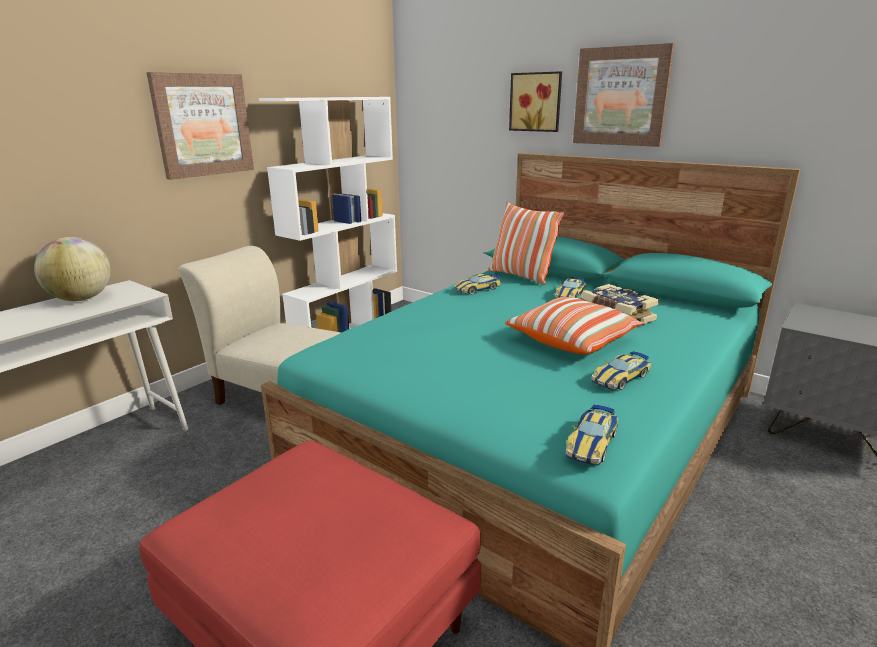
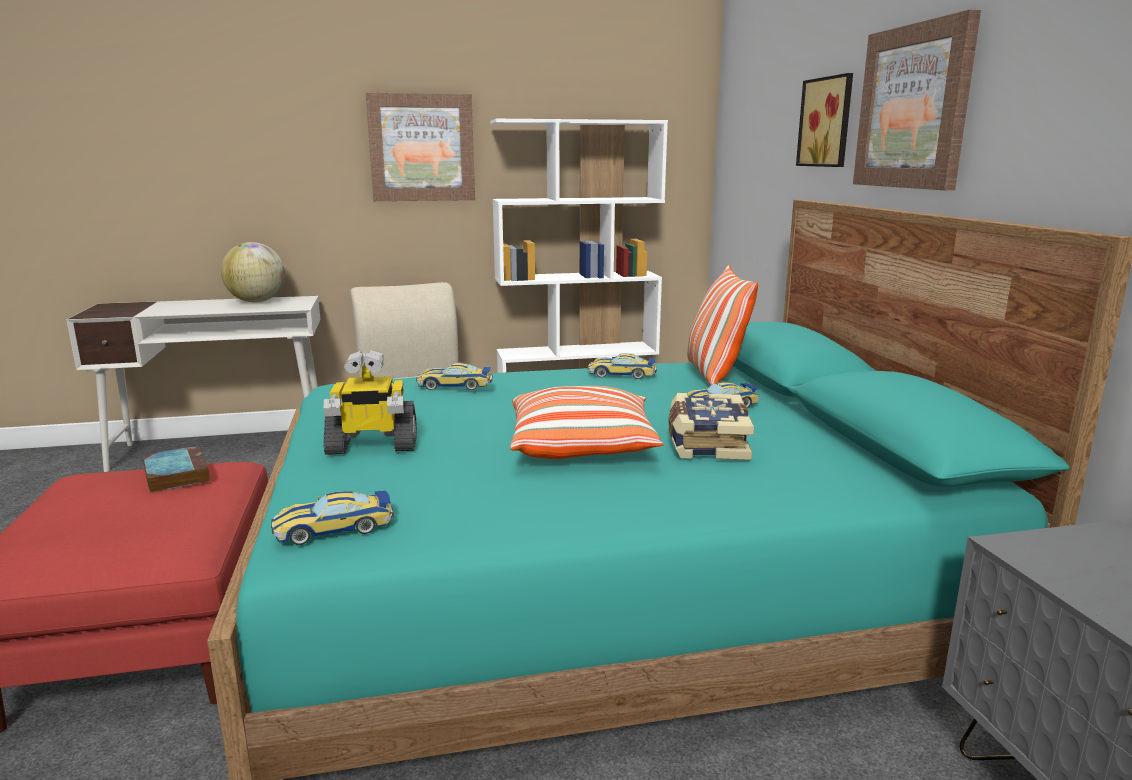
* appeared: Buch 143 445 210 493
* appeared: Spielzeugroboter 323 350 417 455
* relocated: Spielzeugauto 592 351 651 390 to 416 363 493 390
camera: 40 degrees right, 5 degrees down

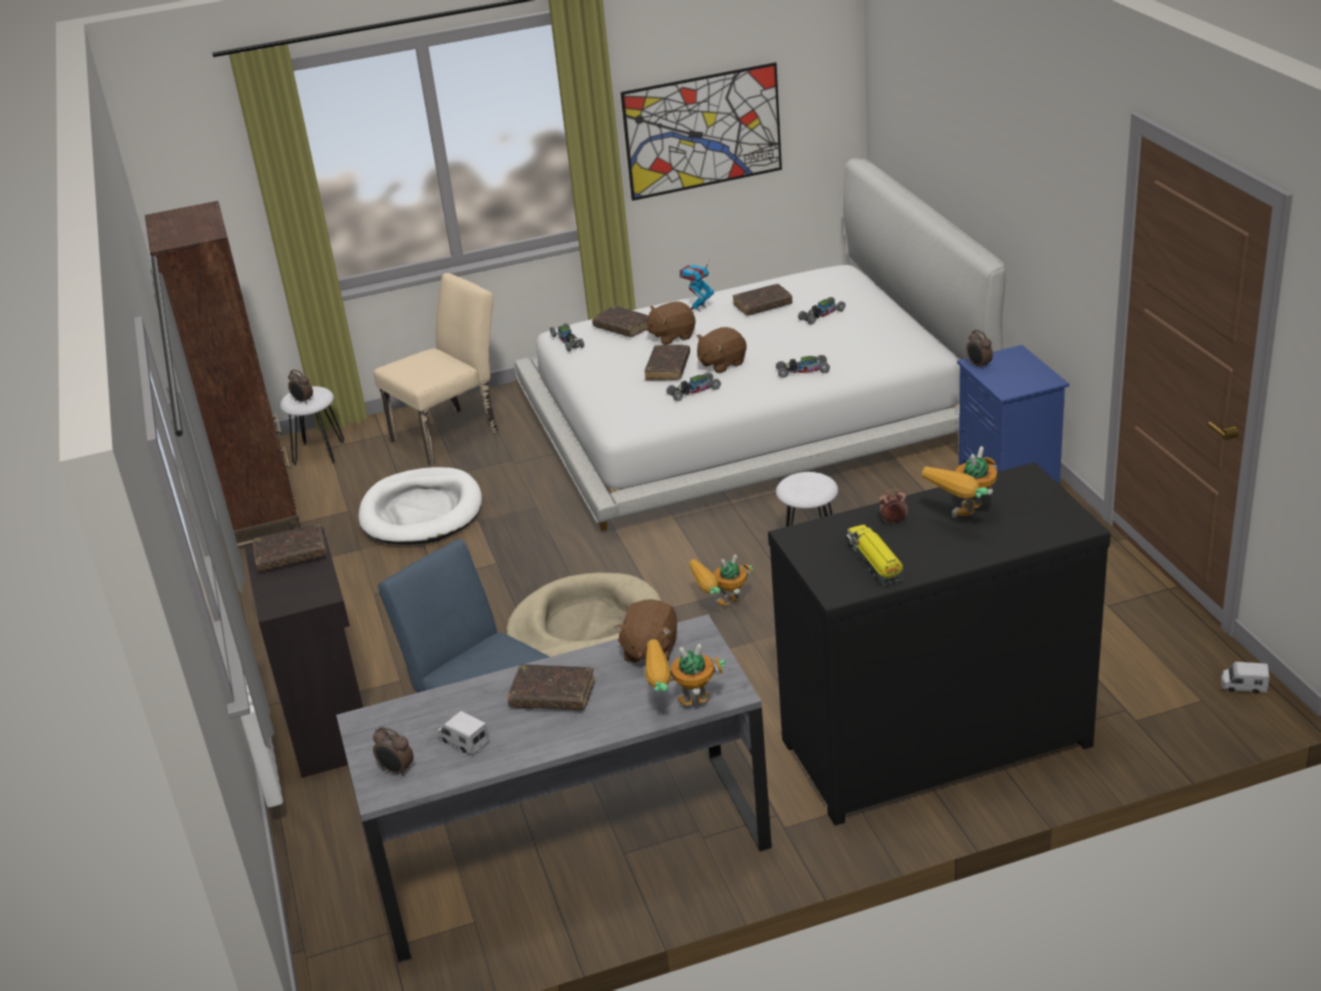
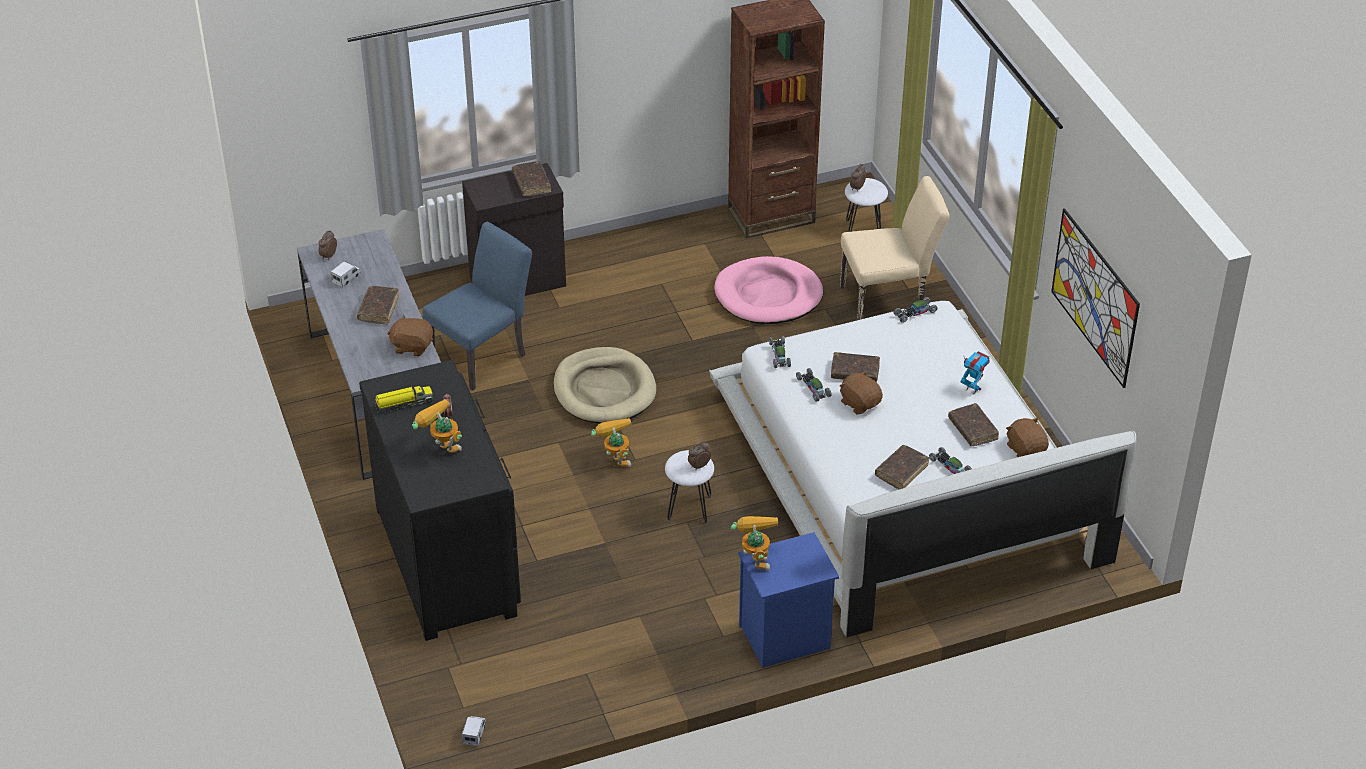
* relocated: Wecker 966 330 993 370 to 688 441 711 470
* colour: Hundebett/weiß 358 467 482 544 to Hundebett/rosa 714 256 823 324
* relocated: Spielzeugroboter 645 639 725 706 to 731 516 778 571
* relocated: Spielzeugauto 776 355 830 378 to 769 336 791 368
* spun: Stuhl/beige 373 273 499 466 = 840 176 950 321 60 degrees counterclockwise
* relocated: Buch/braun 592 305 649 337 to 875 445 929 489
* relocated: Plüschtier/braun 646 301 696 345 to 1006 417 1049 457
camera: 85 degrees right, 10 degrees up

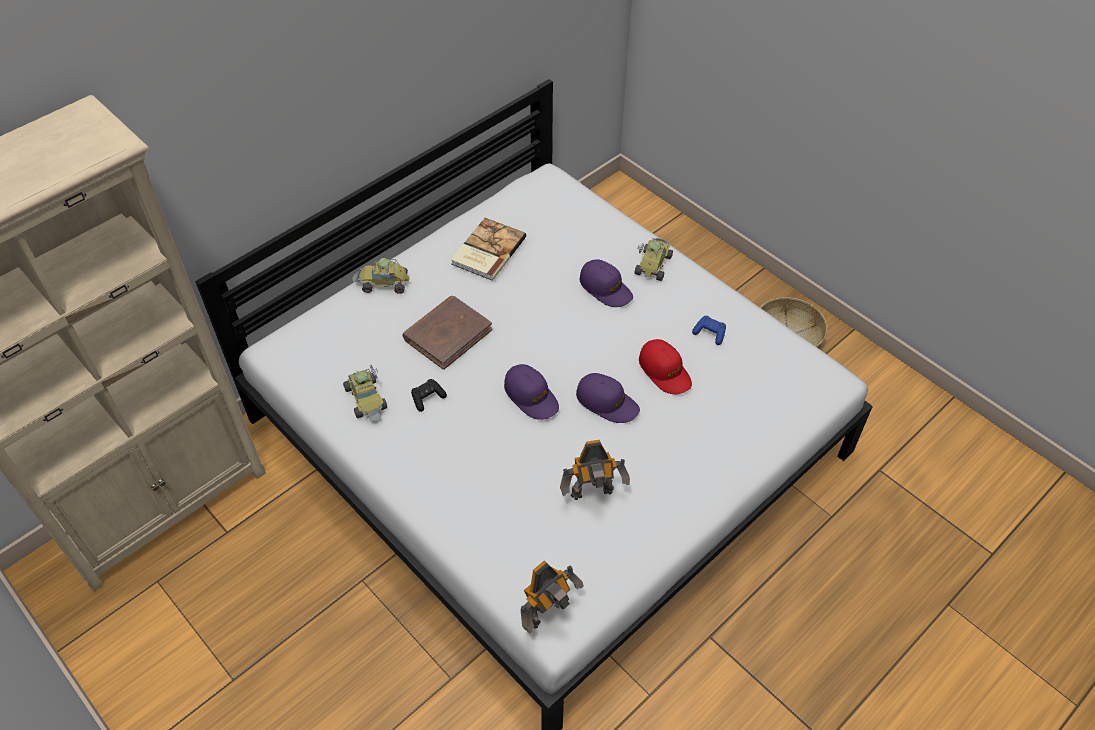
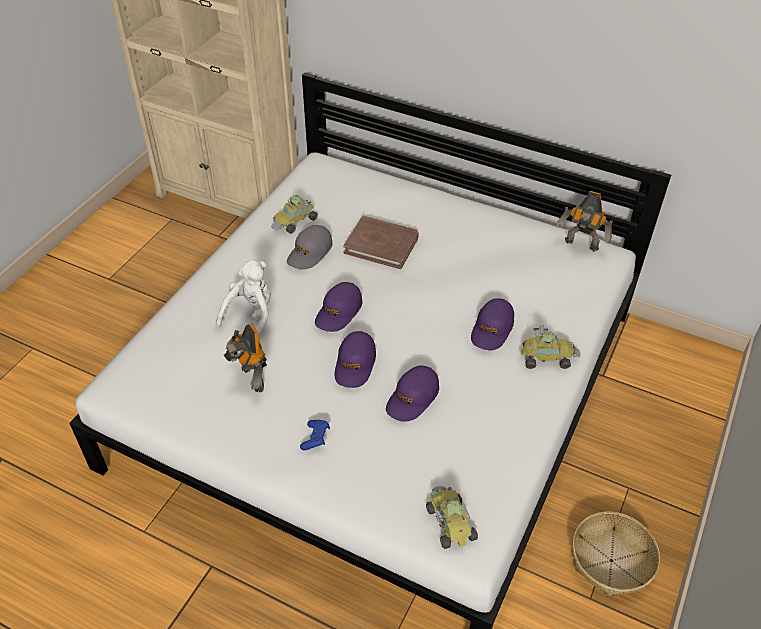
* appeared: Plüschtier/weiß 216 260 271 335
* exchanged: Gamepad/schwarz 411 379 447 412 to Kappe/grau 287 225 333 269
* relocated: Gamepad/blau 692 316 726 345 to 300 420 330 451
* colour: Kappe/rot 639 339 692 394 to Kappe/lila 386 365 439 422
* relocated: Spielzeugauto 352 258 409 294 to 426 486 478 549
* relocated: Spielzeugroboter 520 561 584 634 to 556 191 613 251
* missing: Buch 451 218 526 281
camera: 70 degrees right, 5 degrees down

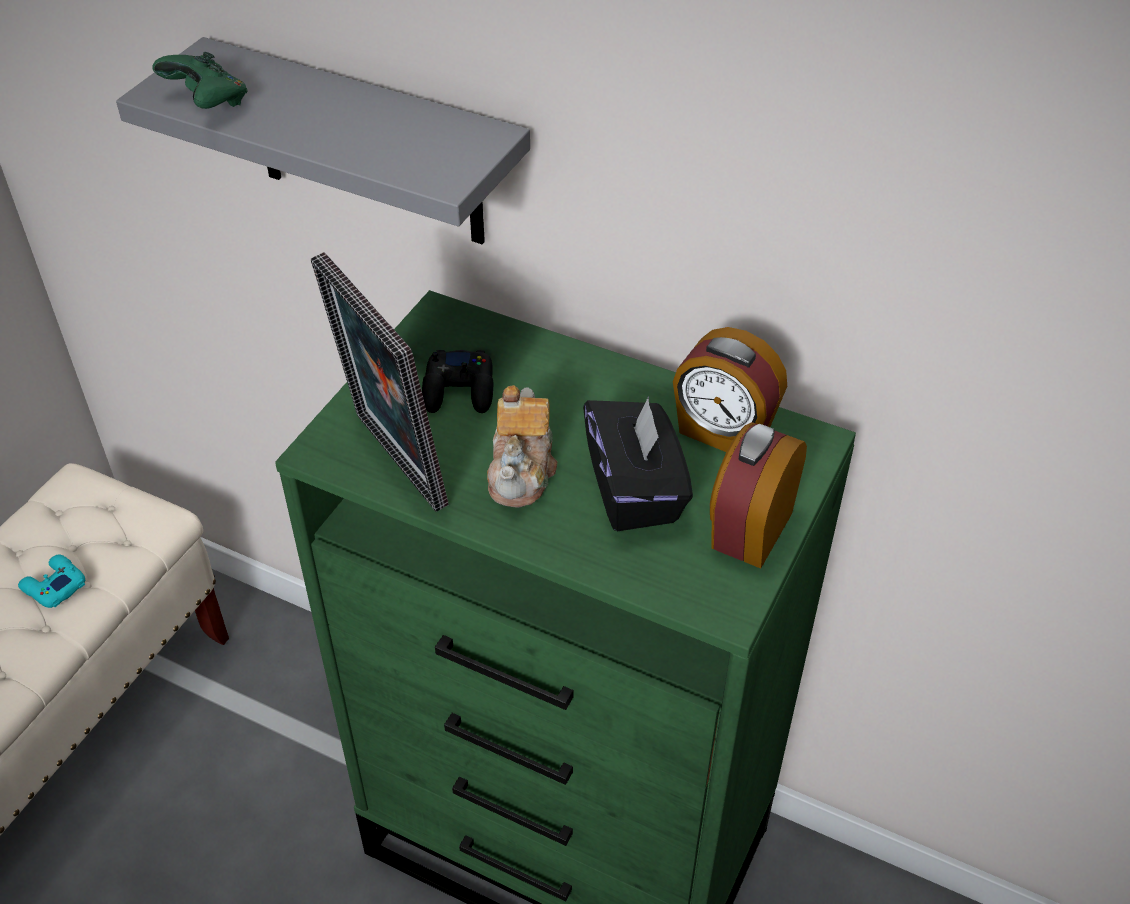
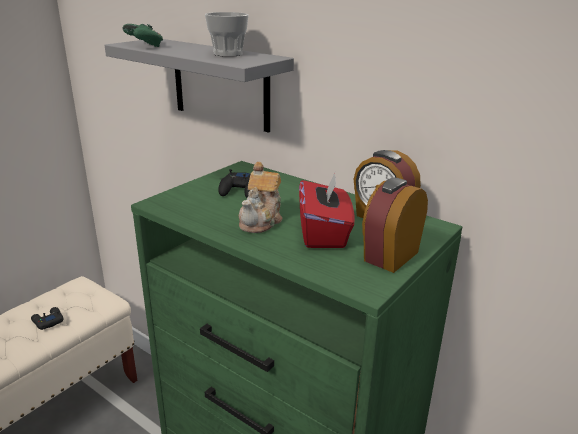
* colour: Gamepad/türkis 18 555 85 608 to Gamepad/schwarz 31 307 63 330
* appeared: Tasse 205 12 248 57
* colour: Taschentuchbox/schwarz 583 396 693 531 to Taschentuchbox/rot 299 173 355 248
* missing: Bilderrahmen 311 252 448 512
camera: 10 degrees right, 20 degrees down

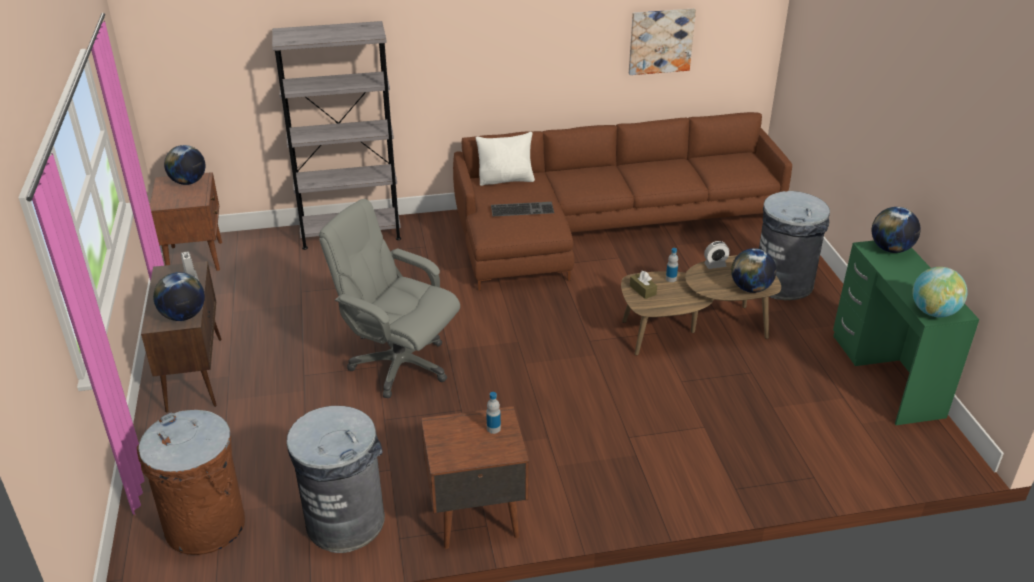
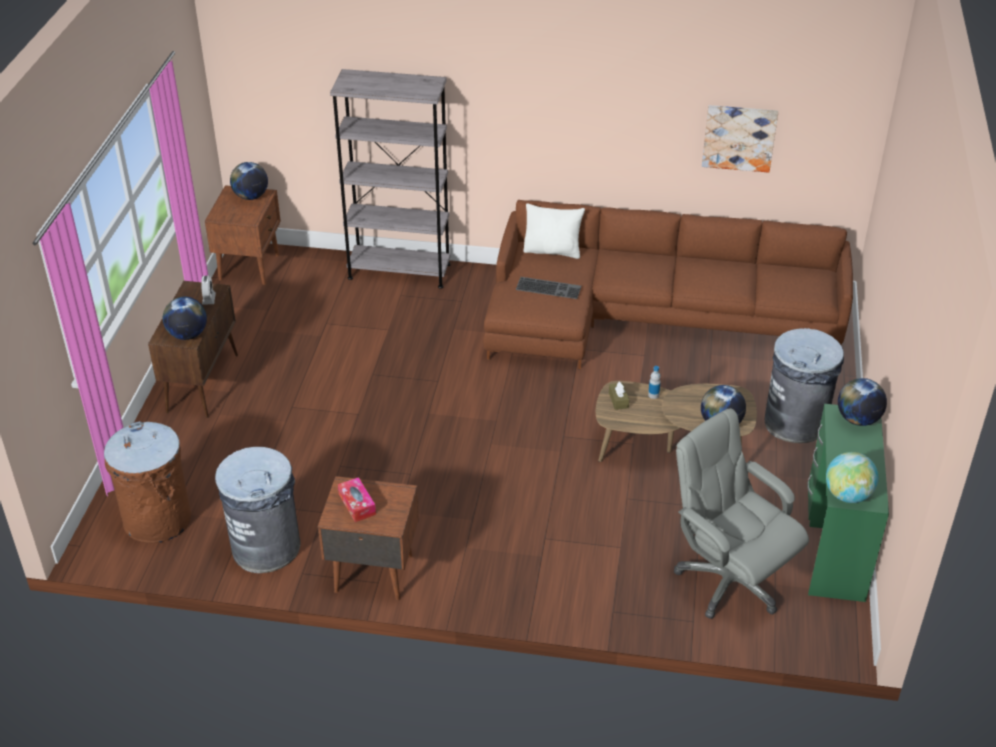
* appeared: Taschentuchbox 338 477 376 522
* relocated: Bürostuhl/grau 319 199 460 398 to 674 408 809 619
* missing: Flasche 486 392 501 434
* missing: Wecker 704 241 730 269
camera: 20 degrees right, 5 degrees up

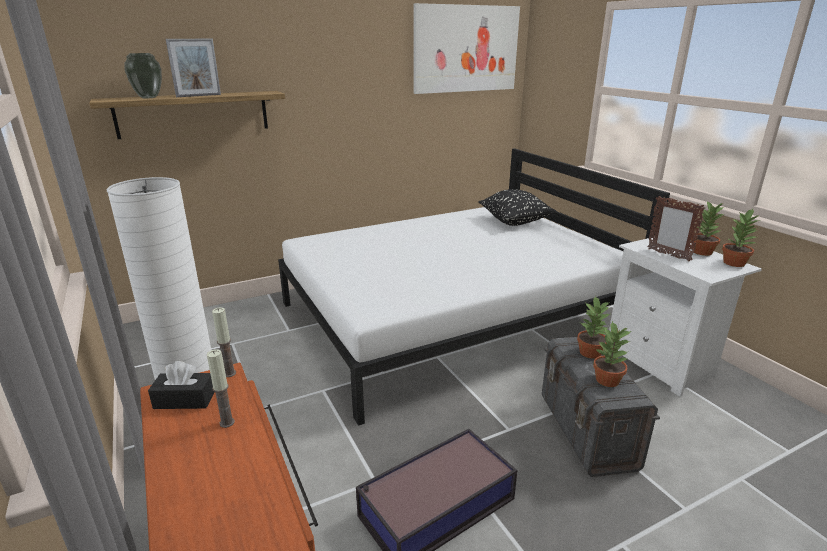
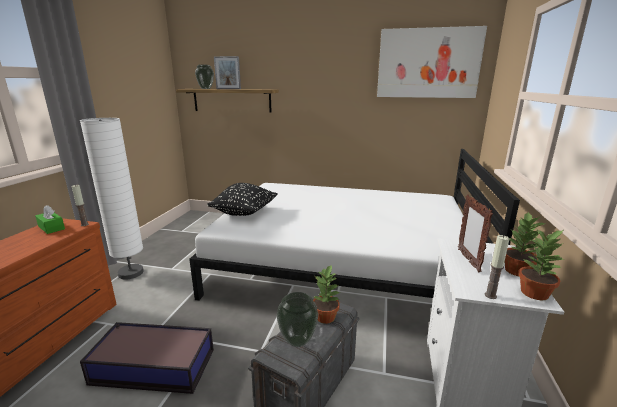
* colour: Taschentuchbox/schwarz 148 361 215 409 to Taschentuchbox/grün 35 205 65 234
* relocated: Kissen/schwarz 478 189 556 226 to 207 183 278 216
* exchanged: Topfpflanze 593 321 631 387 to Vase 277 292 318 347
* relocated: Kerze 207 349 235 428 to 485 235 510 299
camera: 40 degrees right, 5 degrees down

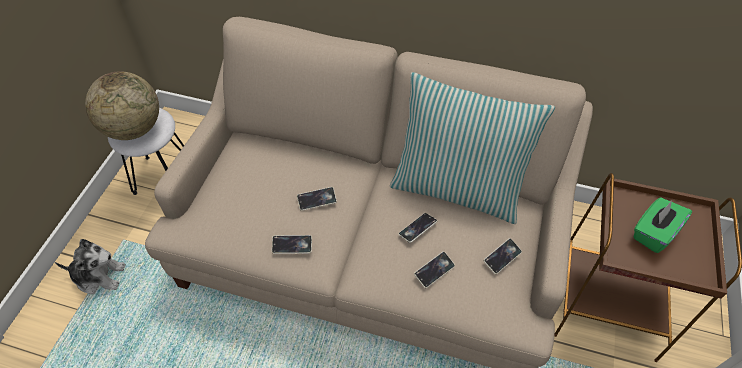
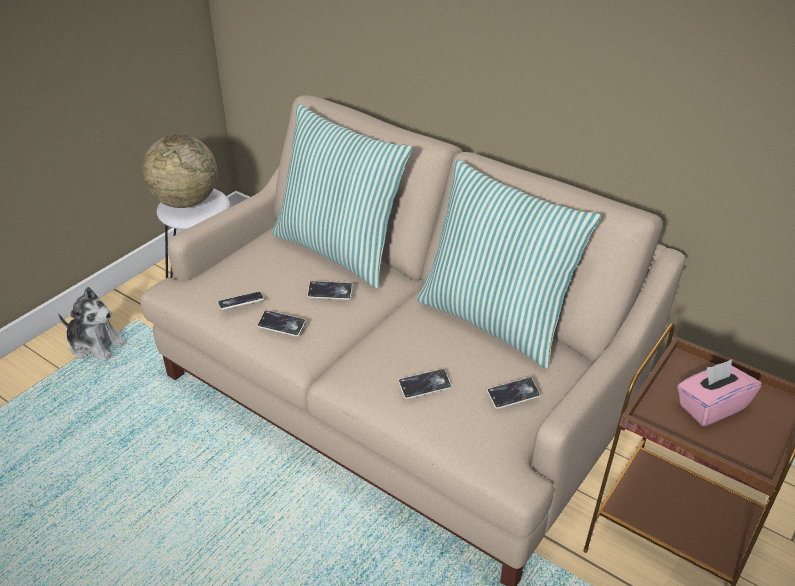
* relocated: Handy 399 213 437 243 to 218 292 264 310
* appeared: Kissen 272 104 413 288
* colour: Taschentuchbox/grün 634 198 692 253 to Taschentuchbox/rosa 677 359 761 426
camera: 20 degrees right, 15 degrees down

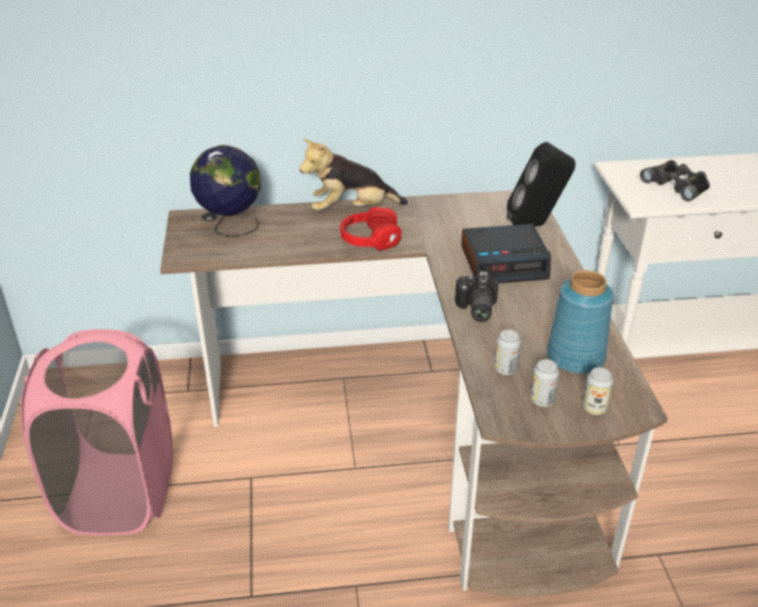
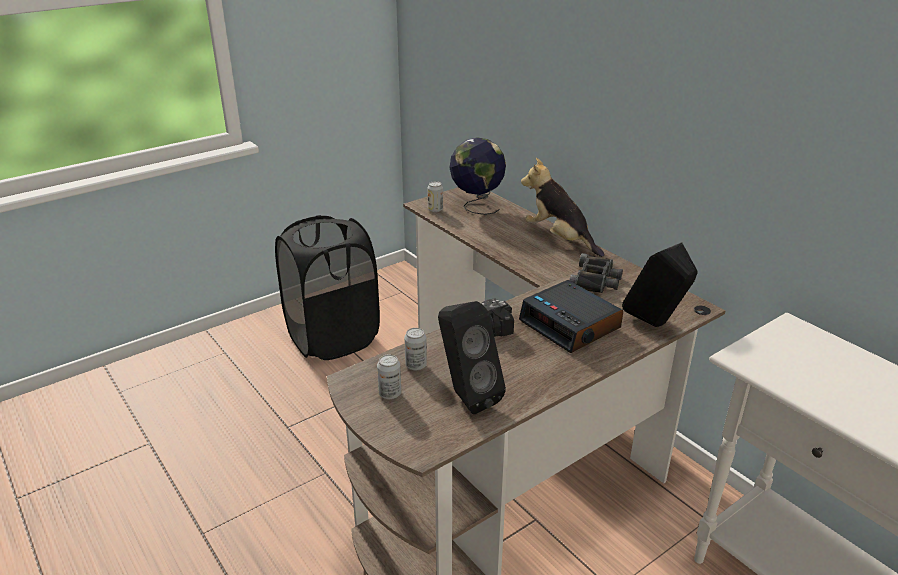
* colour: Wäschekorb/rosa 21 329 173 536 to Wäschekorb/schwarz 275 215 380 360
* relocated: Dose 582 367 613 415 to 428 181 443 212
* exchanged: Vase/blau 547 270 613 374 to Lautsprecher/schwarz 438 301 506 414
* relocated: Fernglas/schwarz 640 160 710 202 to 569 253 623 293
* missing: Kopfhörer/rot 340 207 401 250
camera: 60 degrees right, 5 degrees down

